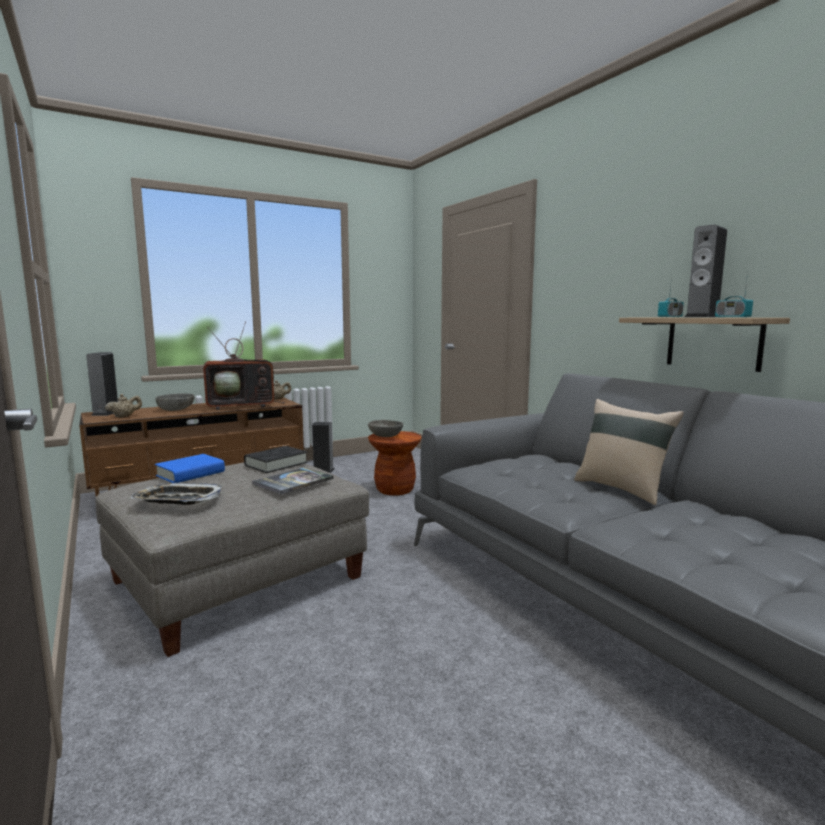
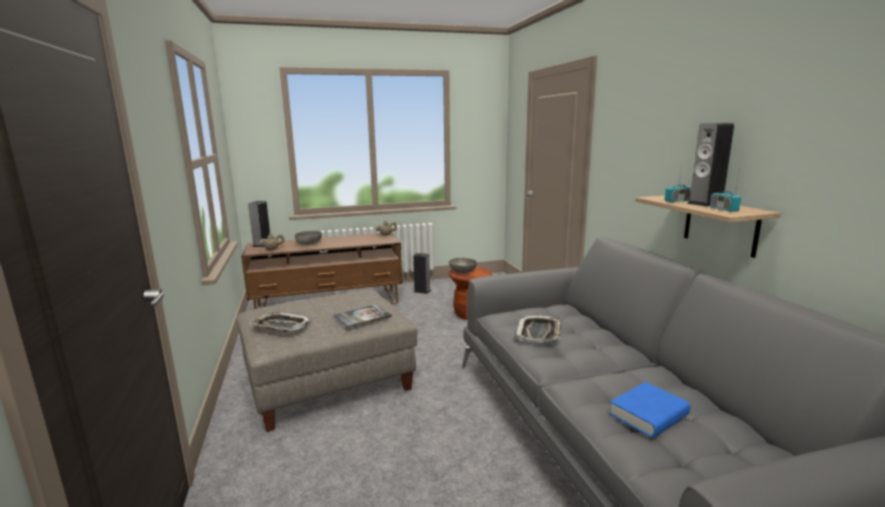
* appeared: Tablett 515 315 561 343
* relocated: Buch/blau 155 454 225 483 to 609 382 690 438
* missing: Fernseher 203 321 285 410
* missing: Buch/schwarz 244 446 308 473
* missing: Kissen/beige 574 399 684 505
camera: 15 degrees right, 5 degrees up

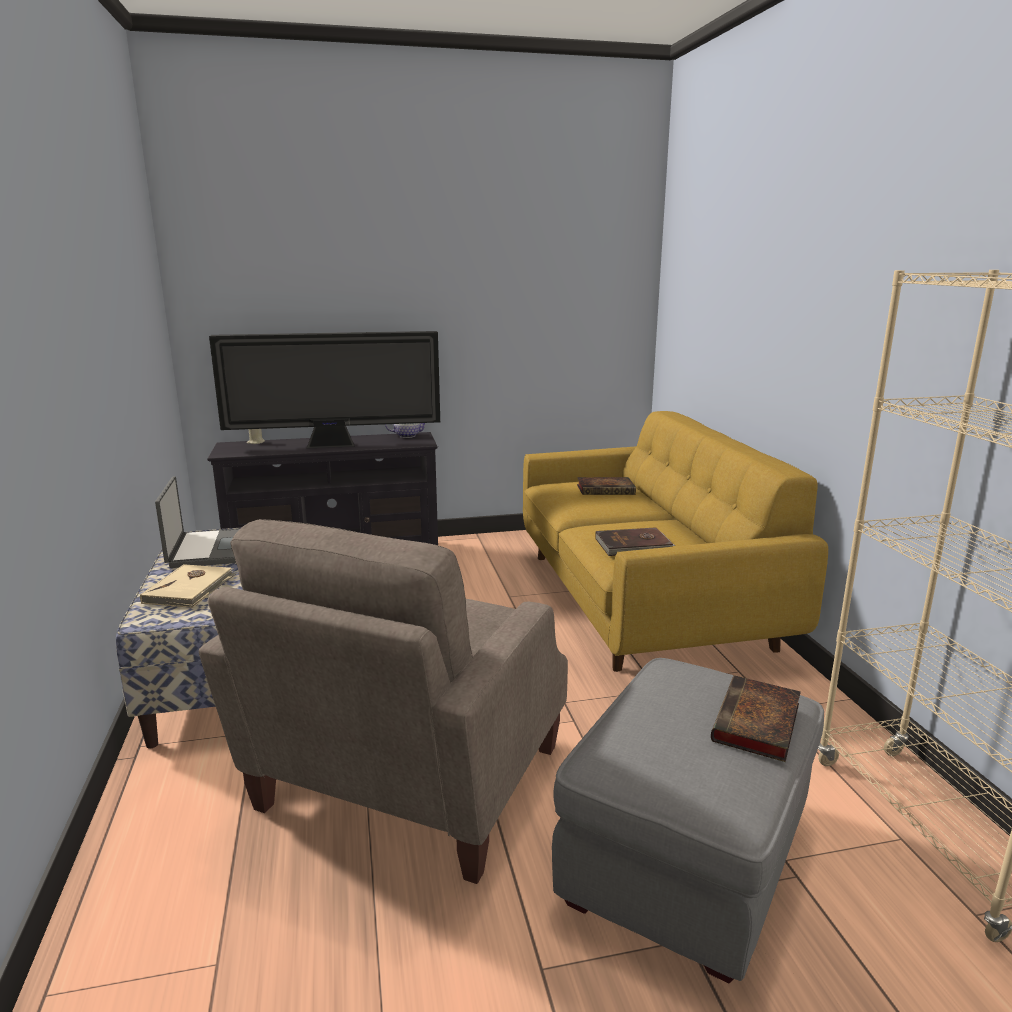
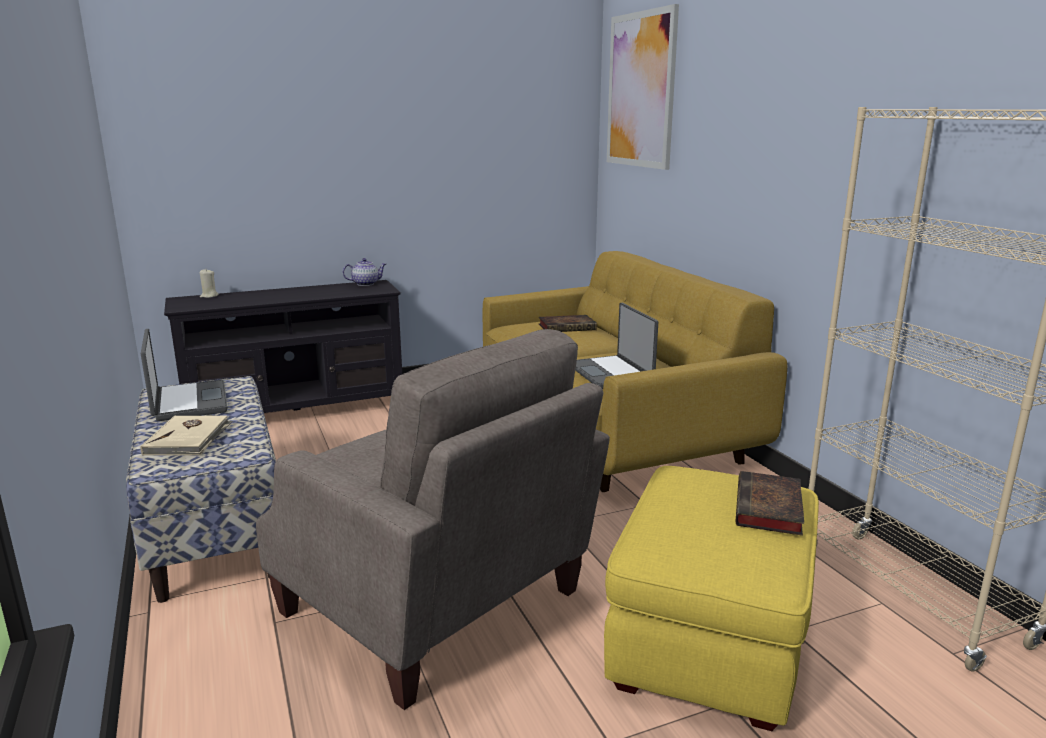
* spun: Sessel/beige 199 519 568 884 = 256 329 610 710 60 degrees counterclockwise
* exchanged: Buch/braun 595 528 675 556 to Laptop 575 303 658 389
* colour: Polsterhocker/grau 552 658 824 983 to Polsterhocker/gelb 604 466 819 731
* appeared: Bild 607 4 679 170
* missing: Fernseher 209 331 440 449
camera: 10 degrees left, 0 degrees up

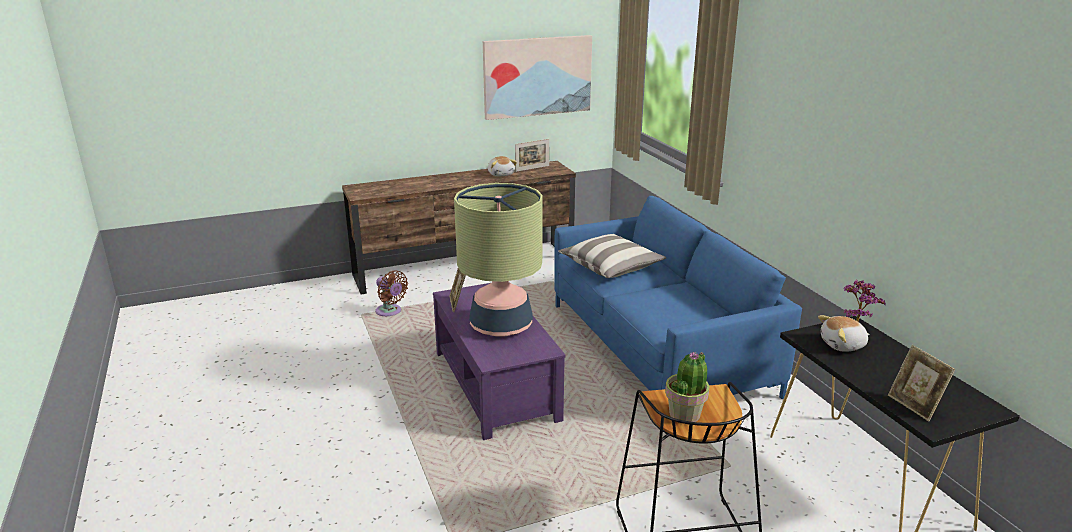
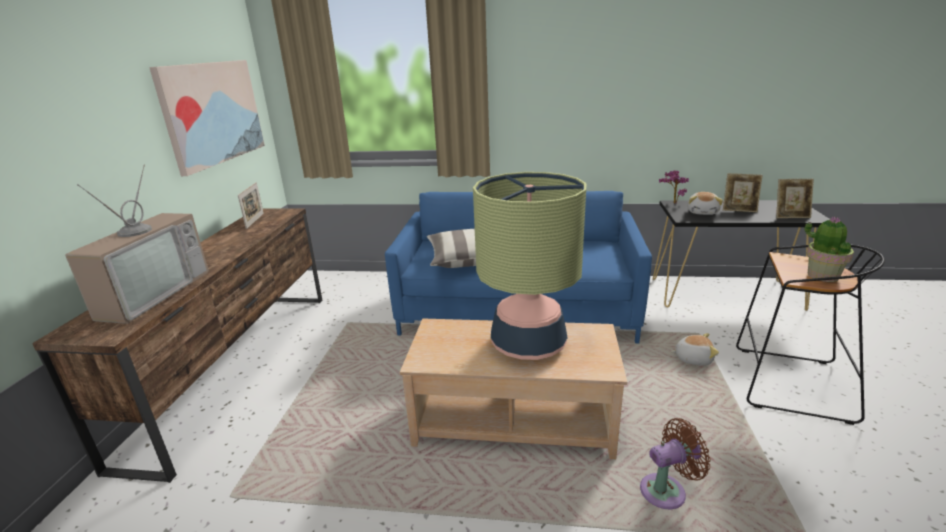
* appeared: Fernseher 65 165 209 324
* colour: Couchtisch/lila 433 283 566 440 to Couchtisch/beige 400 319 627 459
* relocated: Ventilator/braun 375 271 408 316 to 640 418 711 509
* relocated: Plüschtier 488 156 517 177 to 670 333 719 366
* relocated: Bilderrahmen 449 268 466 312 to 723 173 763 212
camera: 60 degrees left, 0 degrees up

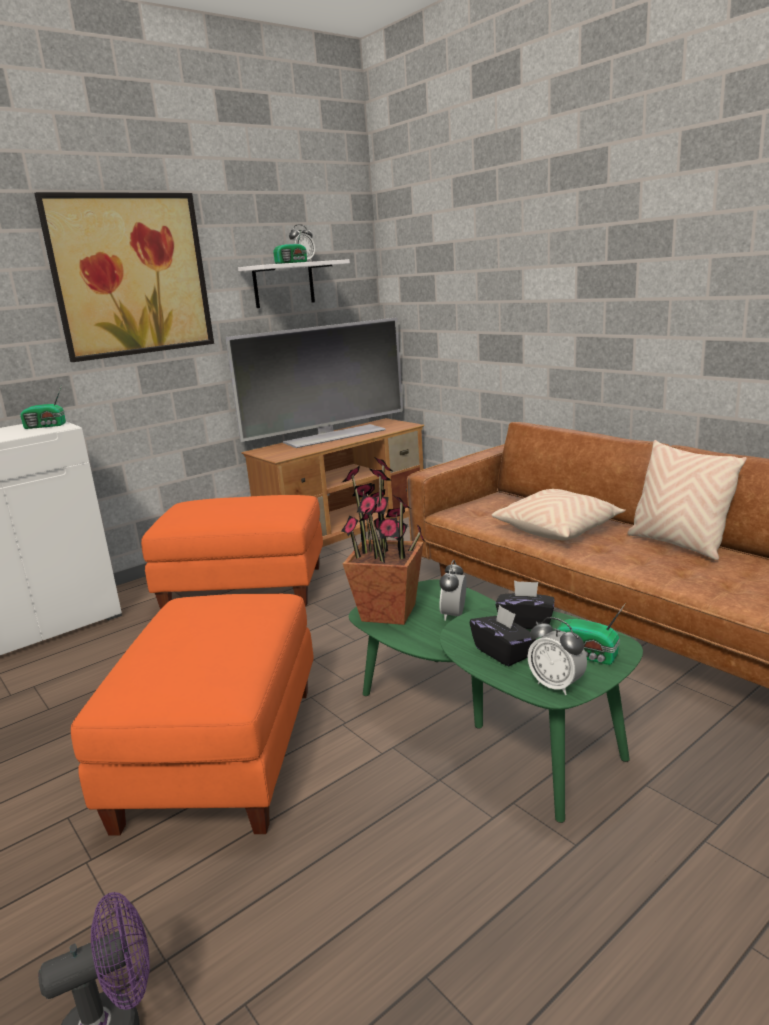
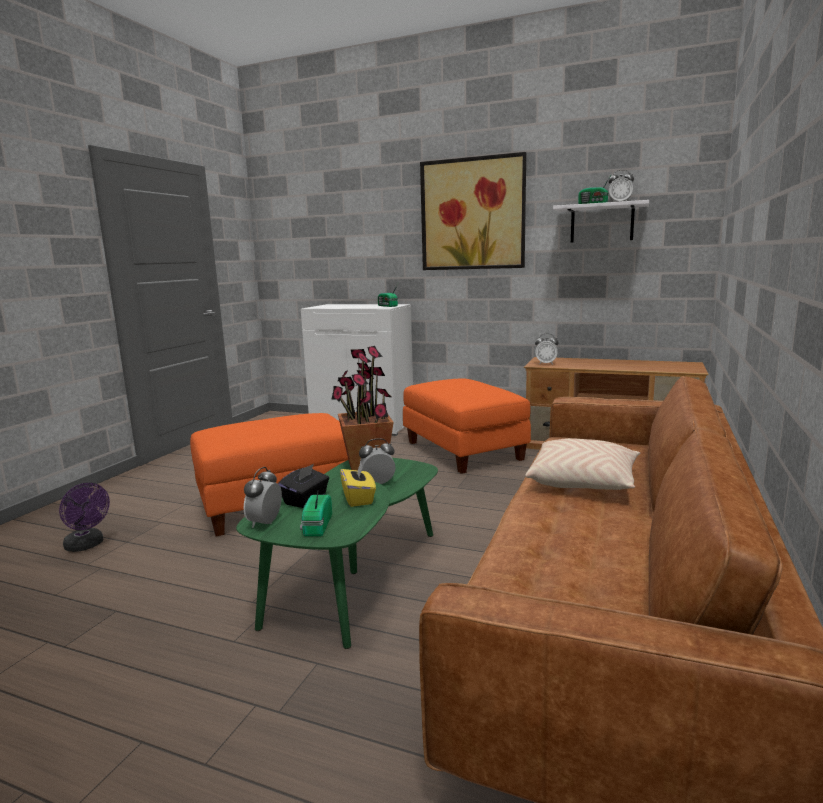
* colour: Taschentuchbox/schwarz 496 581 554 629 to Taschentuchbox/gelb 340 462 376 507
* appeared: Wecker 535 333 559 365
* missing: Fernseher 226 317 403 448
* missing: Kissen/beige 627 440 747 560
camera: 60 degrees right, 5 degrees down

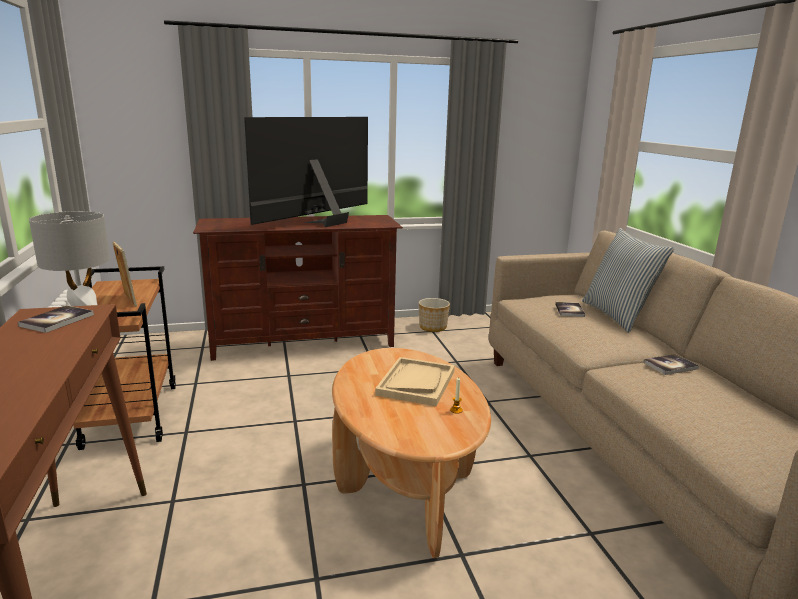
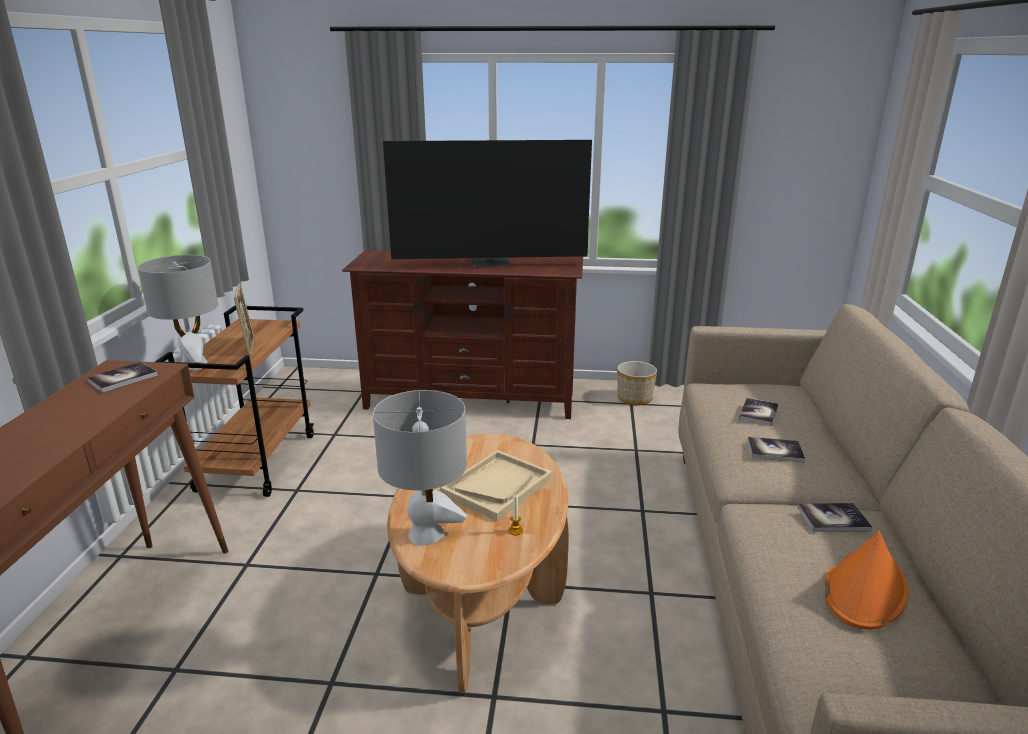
* appeared: Tischlampe/grau 373 390 467 546
* spun: Fernseher 244 117 368 227 = 383 140 592 267 150 degrees counterclockwise
* appeared: Buch 748 437 805 462
* appeared: Hut/orange 824 531 908 630
* missing: Kissen 582 228 674 333
camera: 20 degrees right, 5 degrees up

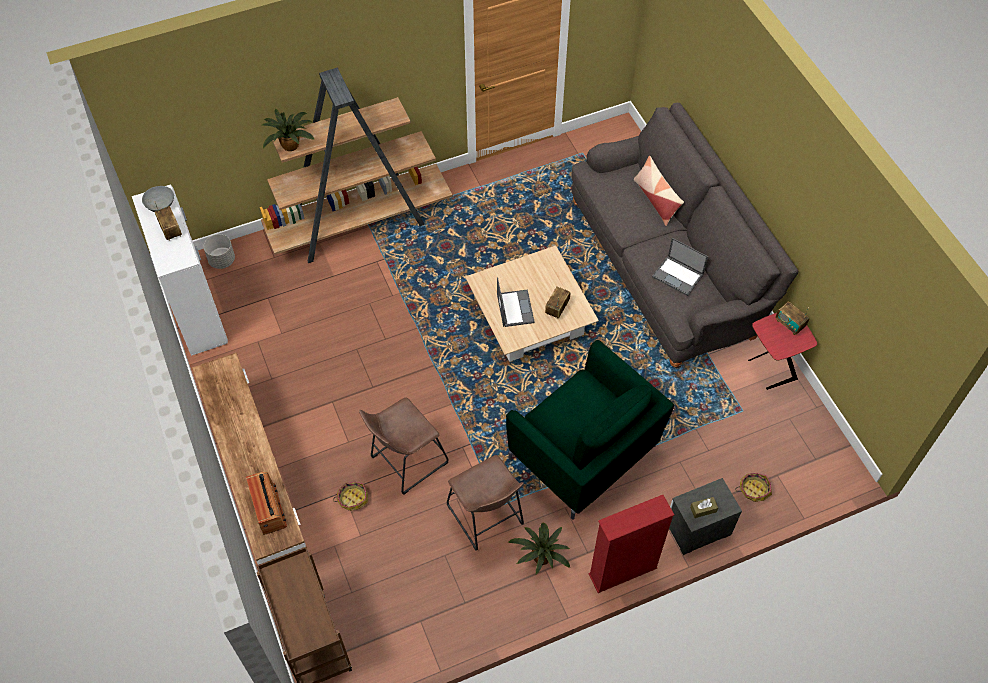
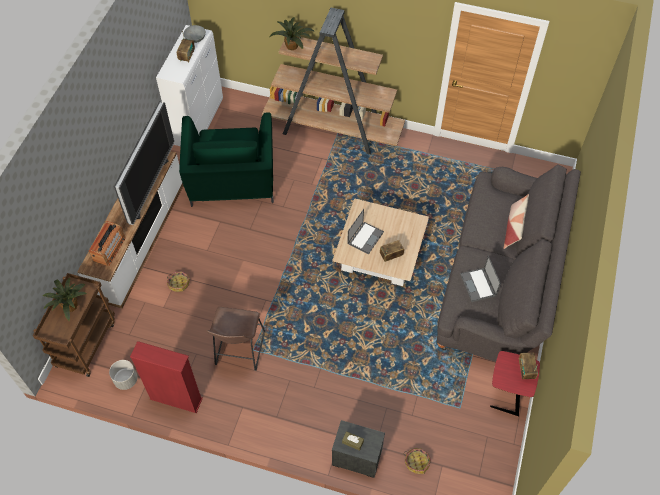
* relocated: Topfpflanze 508 523 570 575 to 43 278 87 321
* relocated: Pflanzkübel/grau 203 234 235 269 to 109 360 137 390
* appeared: Fernseher 114 101 174 225
* relocated: Bücherregal/rot 588 495 674 593 to 130 341 203 413
* relocated: Sessel/grün 506 340 674 520 to 179 113 274 207
* missing: Hocker/braun 359 398 448 494
camera: 40 degrees right, 0 degrees up

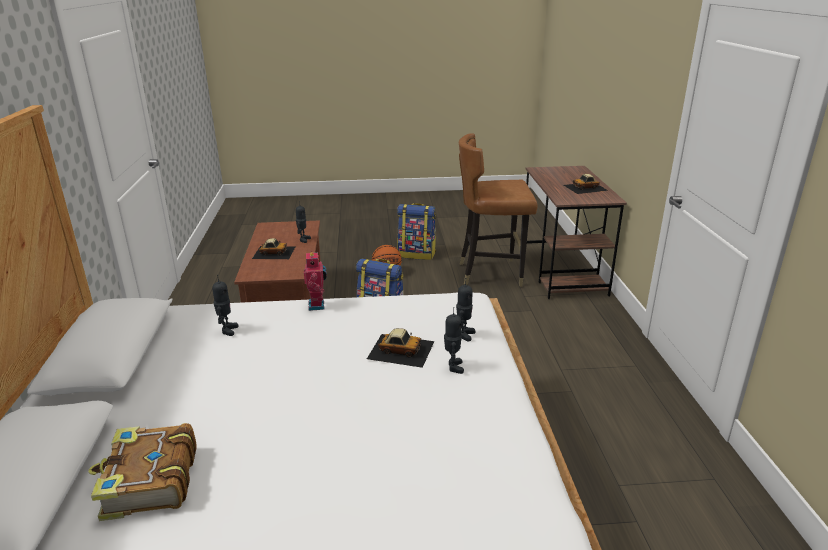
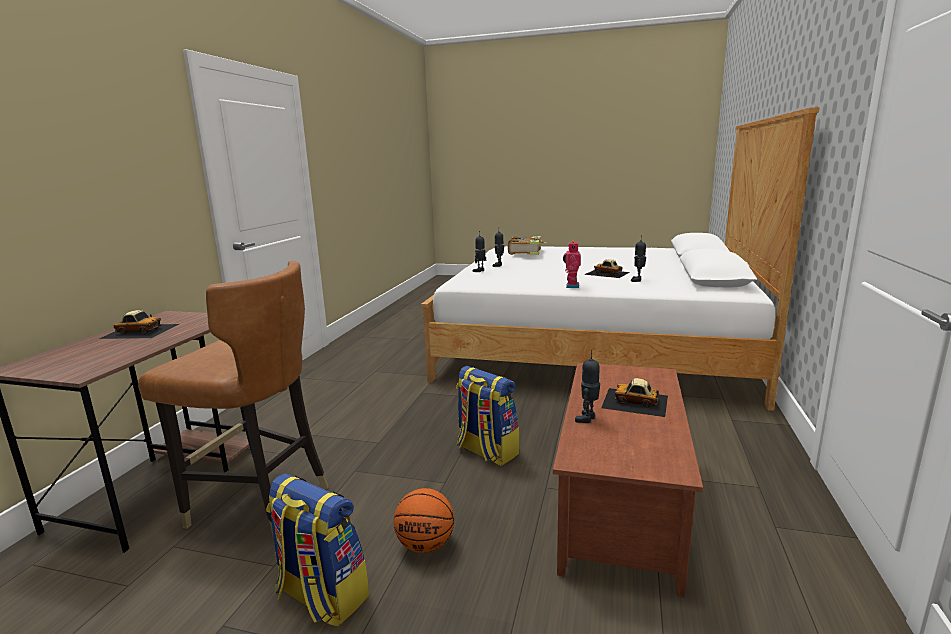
* relocated: Buch 88 423 197 521 to 508 236 547 255
* relocated: Spielzeugauto 367 328 434 368 to 584 259 630 278
camera: 160 degrees left, 10 degrees down

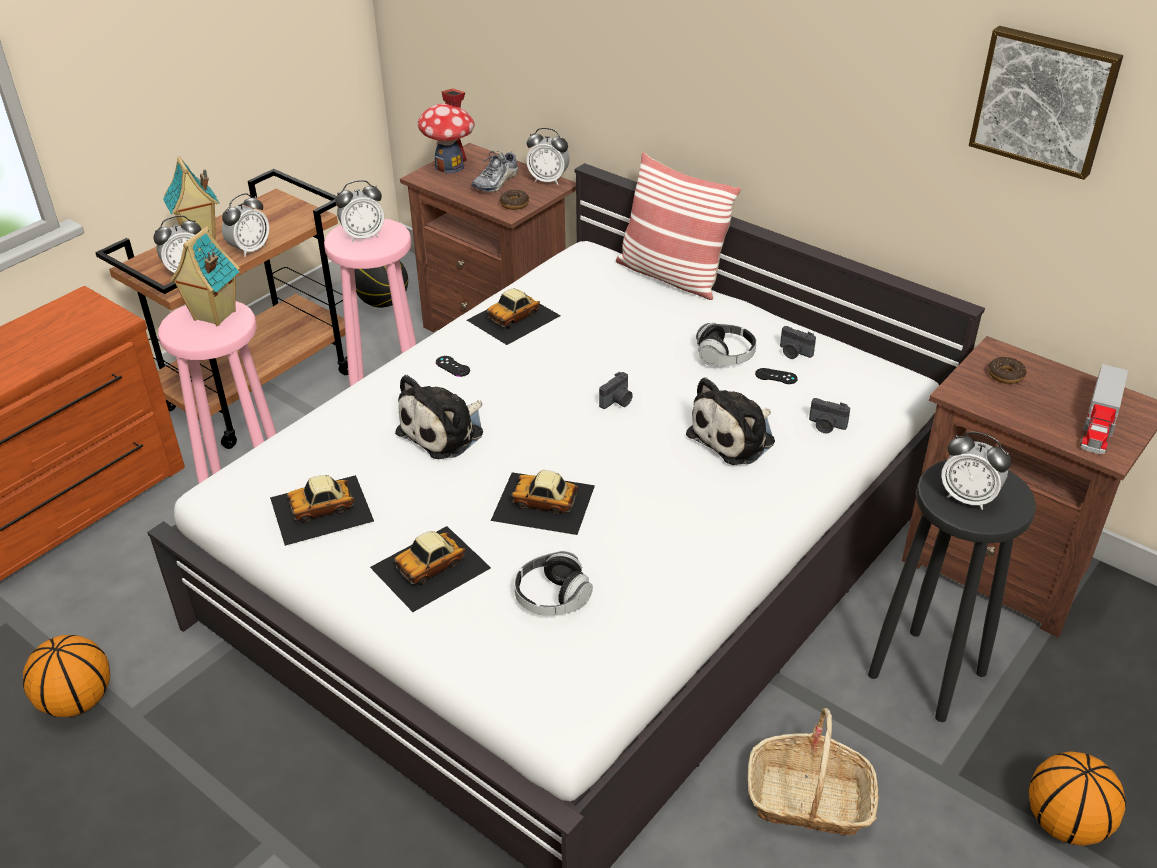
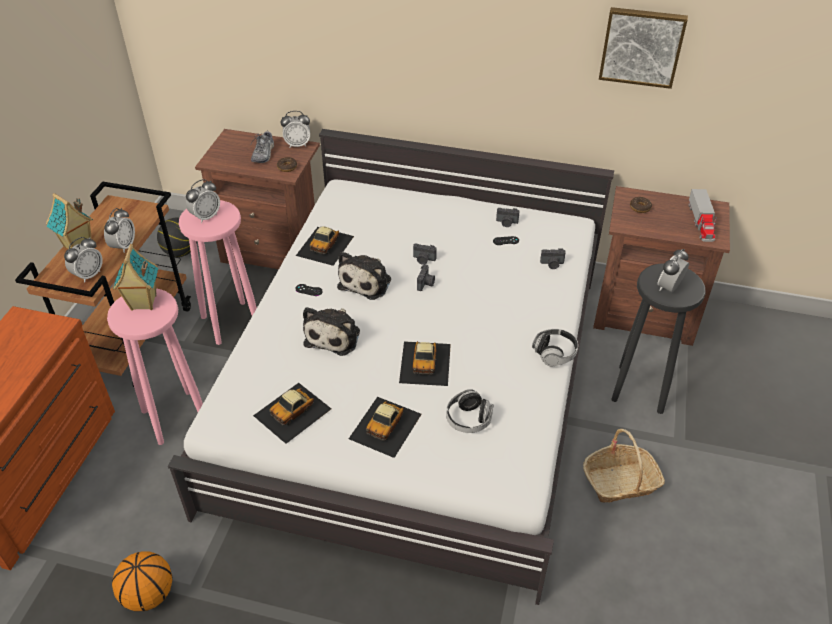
* relocated: Plüschtier 686 377 775 465 to 337 252 391 300
* spun: Spielzeugauto 491 470 595 535 = 399 341 451 386 75 degrees counterclockwise
* appeared: Kamera 413 243 437 265
* relocated: Kopfhörer 696 323 757 366 to 532 329 578 366
* spun: Wecker 941 432 1011 510 = 657 249 689 292 120 degrees clockwise
* missing: Spielzeughaus 418 88 474 174
* missing: Kissen 616 152 741 300
* missing: Basketball 1028 751 1126 846
camera: 25 degrees left, 5 degrees up

